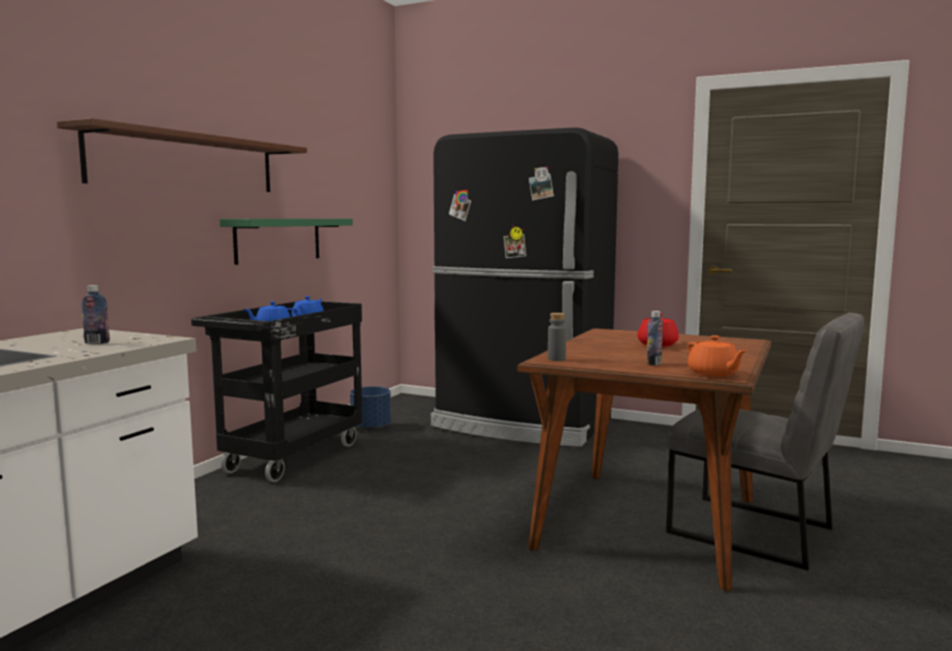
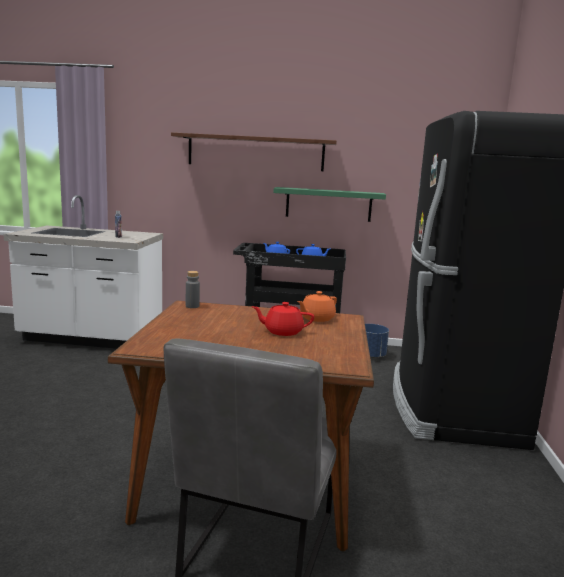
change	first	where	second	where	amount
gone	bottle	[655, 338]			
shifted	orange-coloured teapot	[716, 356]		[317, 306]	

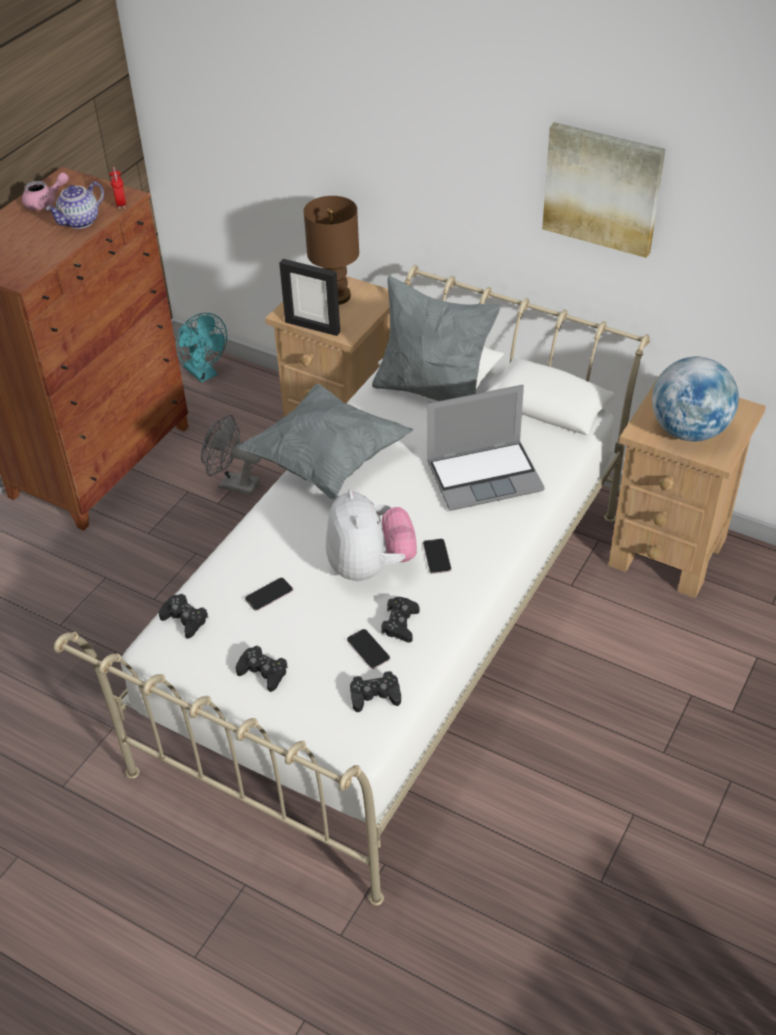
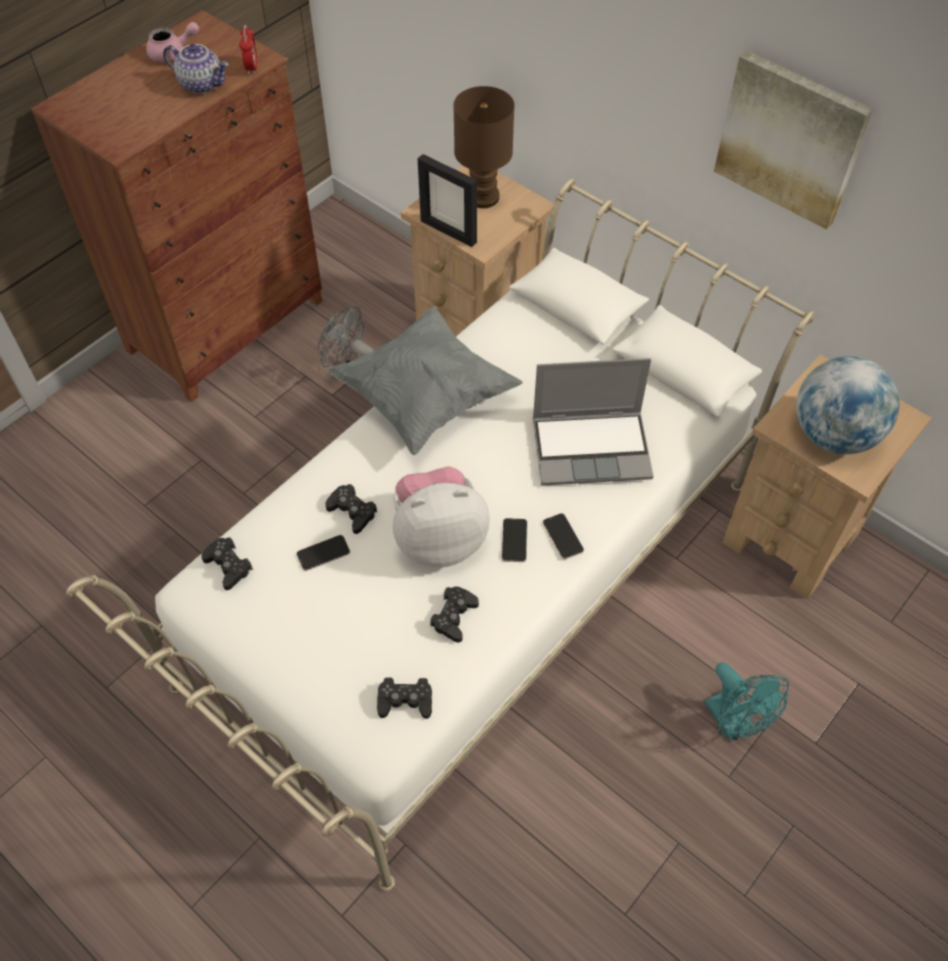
change	first	where	second	where	amount
rotated	teapot	[75, 205]		[196, 69]	120 degrees counterclockwise
gone	grey pillow	[436, 338]			
shifted	blue-green cooling fan	[201, 348]		[747, 702]	
rotated	plush toy	[371, 535]		[441, 517]	105 degrees counterclockwise
shifted	phone	[368, 649]		[563, 536]	
shifted	blackish joypad	[262, 669]		[351, 509]	

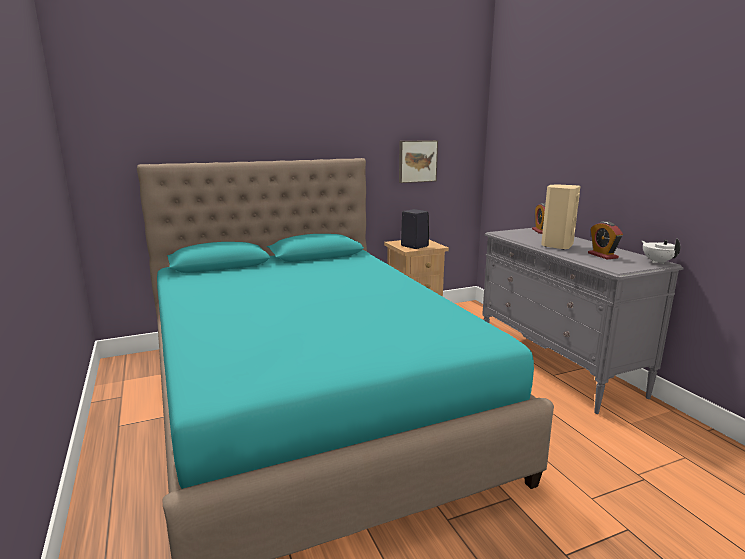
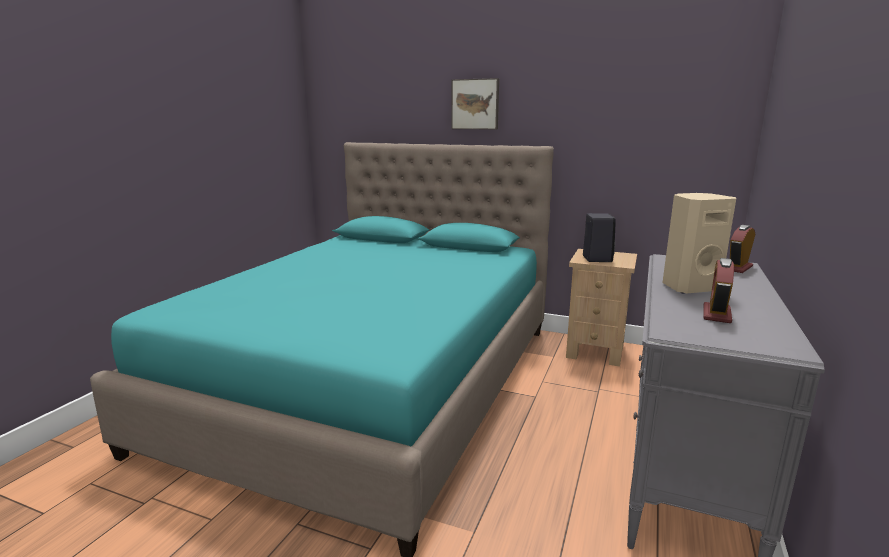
change	first	where	second	where	amount
shifted	picture	[418, 161]		[475, 104]	
gone	white-coloured teapot	[661, 251]			

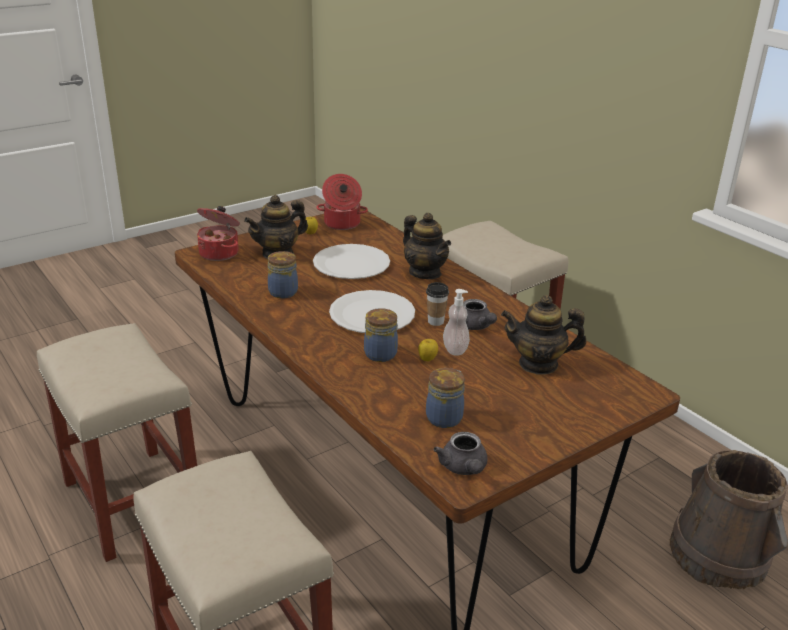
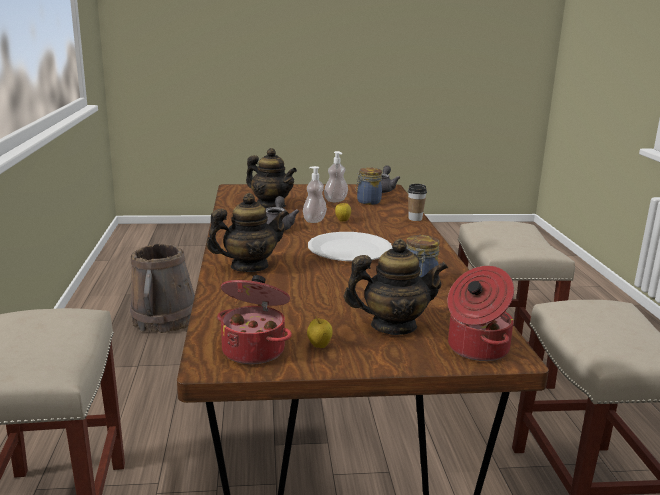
change	first	where	second	where	amount
rotated	teapot	[427, 246]		[247, 232]	75 degrees clockwise
gone	white-coloured plate	[351, 261]			
shifted	drinking cup	[437, 304]		[417, 202]	
gone	storage jar	[381, 335]			
new			soap dispenser	[336, 176]	

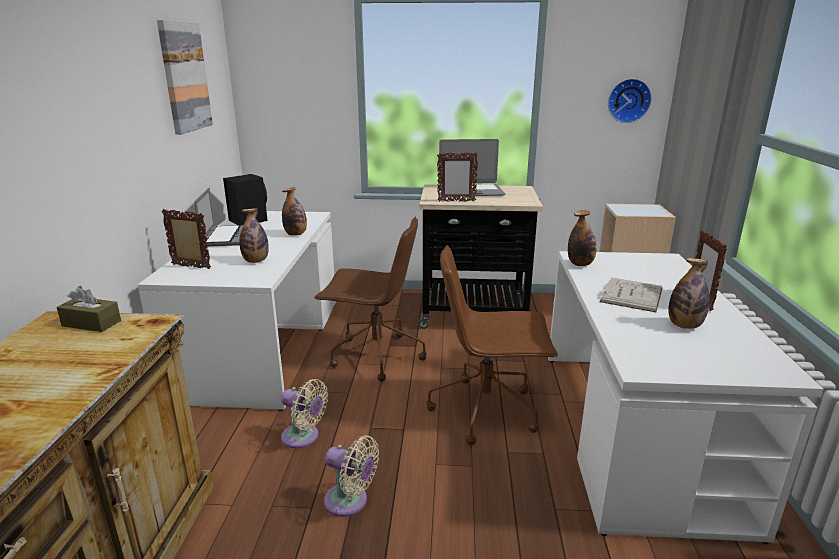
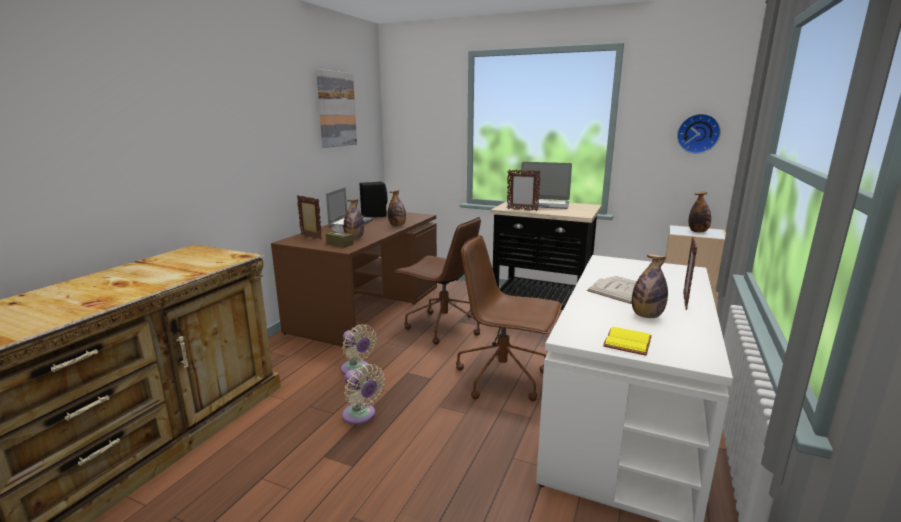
change	first	where	second	where	amount
shifted	bottle	[582, 238]		[699, 212]	
repainted	white-coloured desk unit	[237, 311]	brown-coloured desk unit	[354, 279]	
shifted	brown-coloured box of tissues	[89, 309]		[340, 236]	
new			yellowish bound book	[627, 341]	

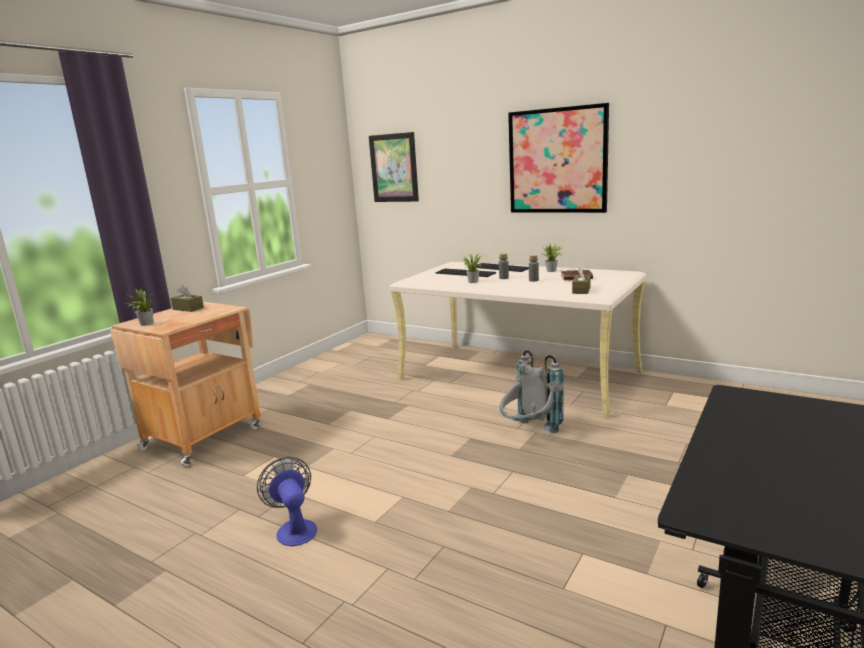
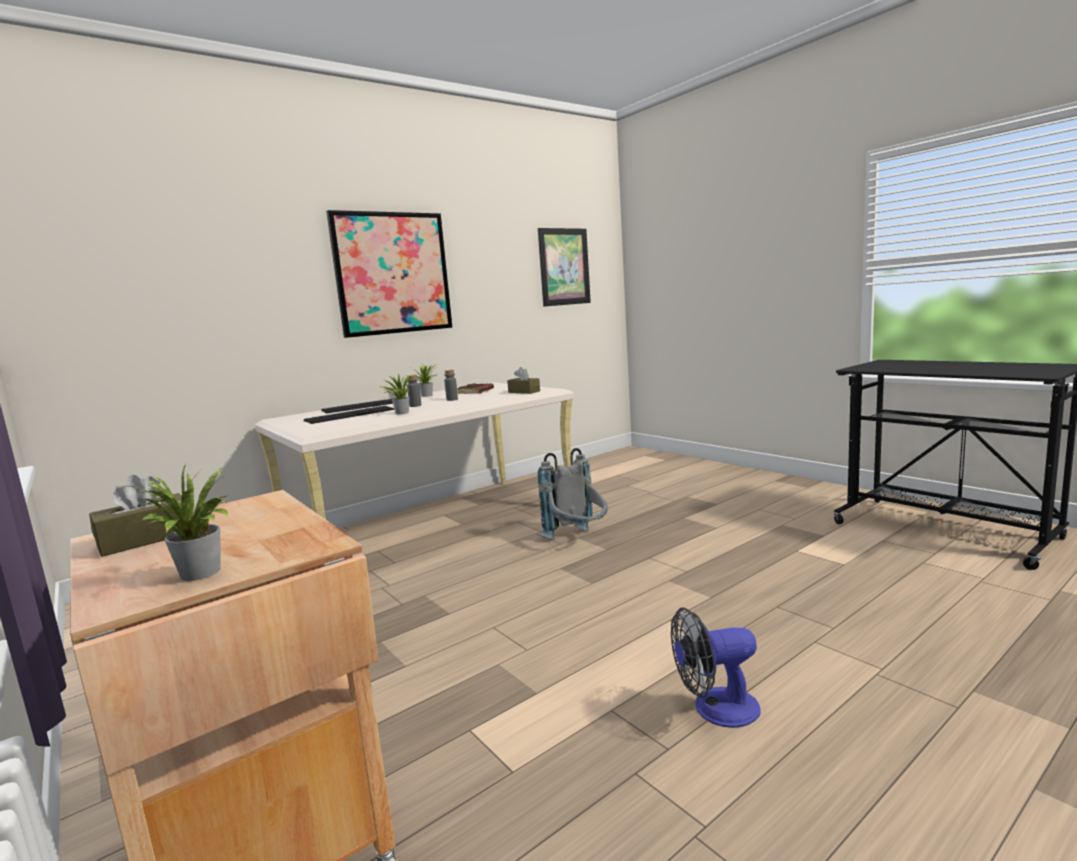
change	first	where	second	where	amount
shifted	picture	[394, 167]		[564, 267]	

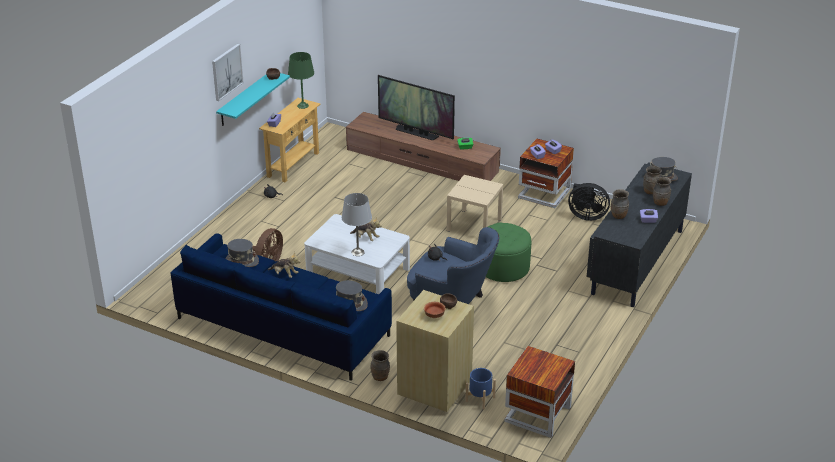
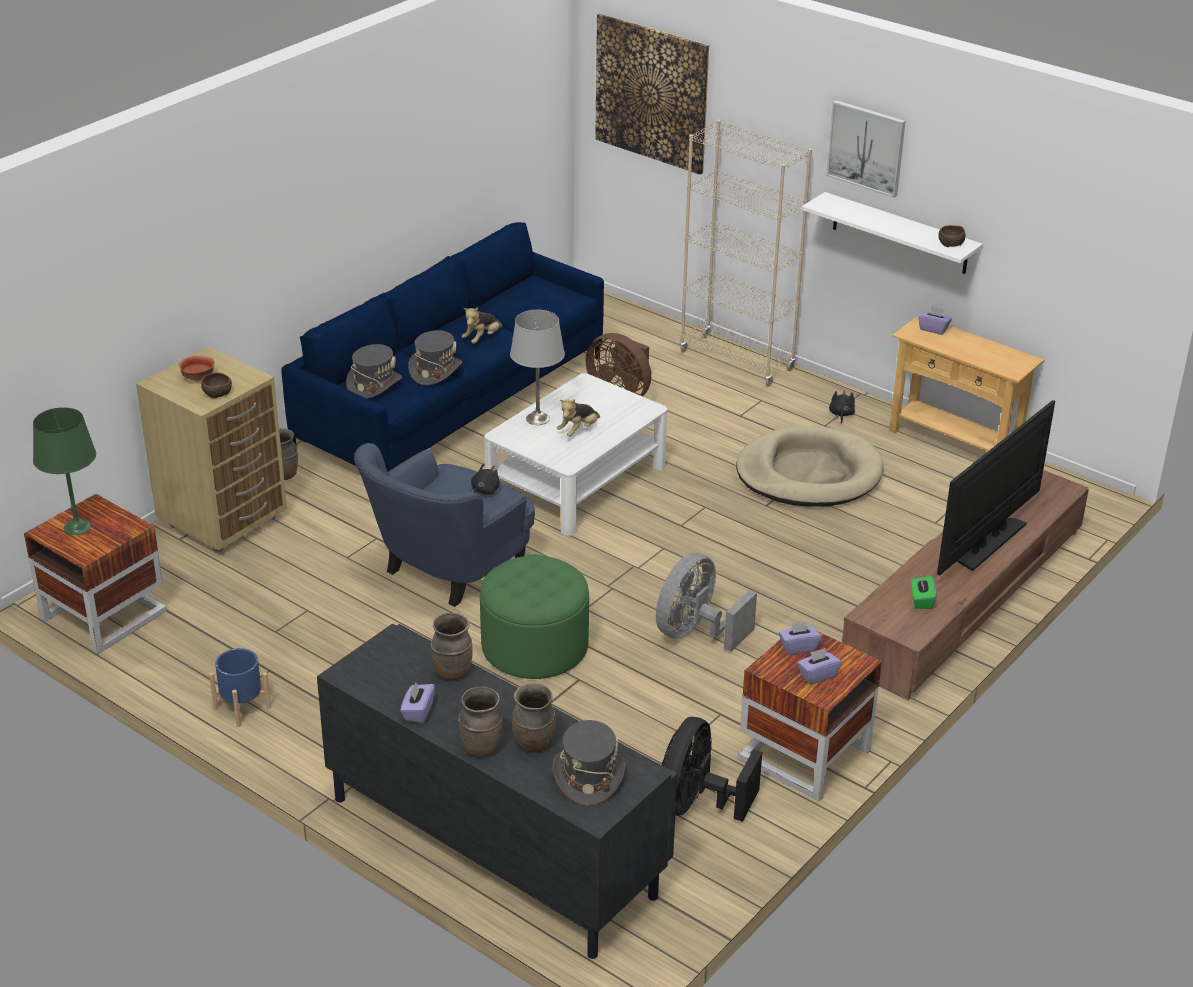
change	first	where	second	where	amount
shifted	greenish table lamp	[301, 80]		[64, 471]	
repainted	blue-green shelf	[253, 99]	white-coloured shelf	[892, 233]	
swapped	sand-coloured end table	[475, 203]	grey cooling fan	[706, 602]	
shifted	grey clothing hat	[242, 253]		[435, 357]	
shifted	blue plant pot	[480, 389]		[240, 687]	
new			picture	[652, 94]	
new			sand-coloured bookshelf	[746, 253]	
new			sand-coloured pet bed	[810, 466]	

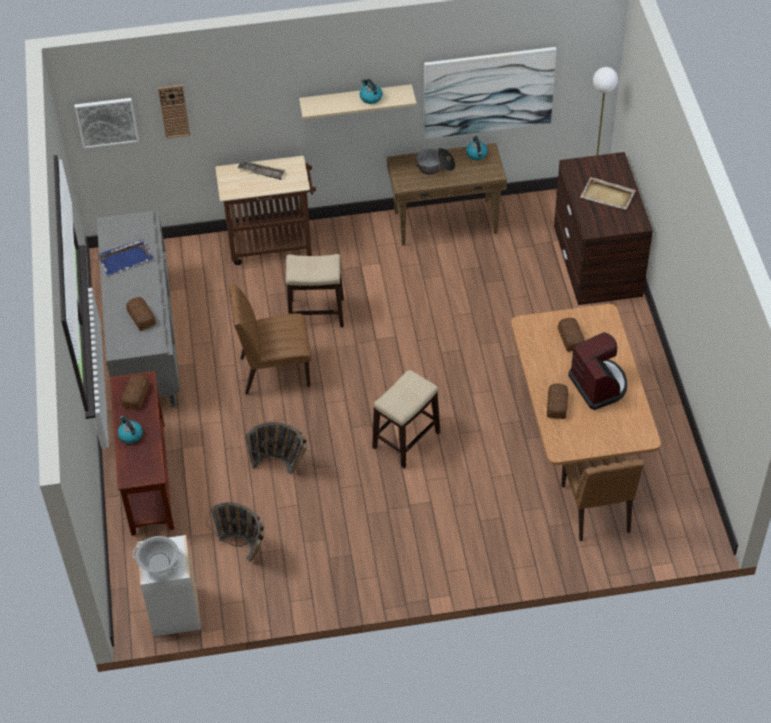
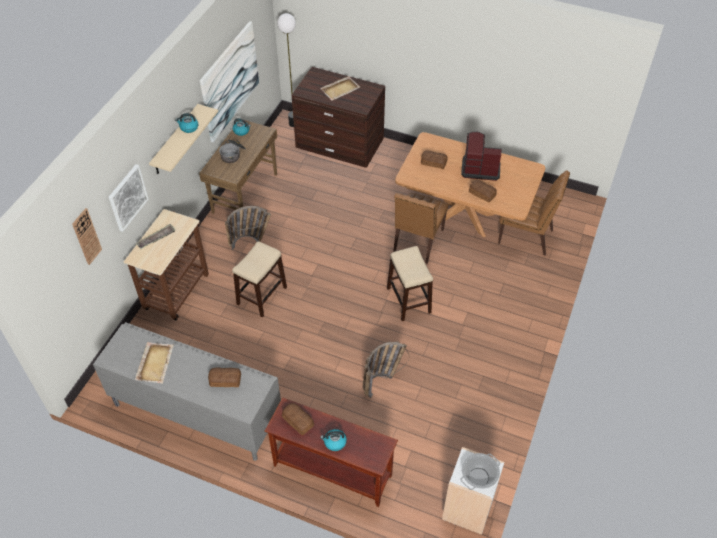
change	first	where	second	where	amount
shifted	picture	[106, 123]		[128, 198]	
repainted	blue carrying tray	[126, 257]	sand-coloured carrying tray	[154, 363]	
shifted	brown-coloured plain chair	[270, 339]		[421, 228]	
shifted	storage basket	[235, 532]		[248, 228]	

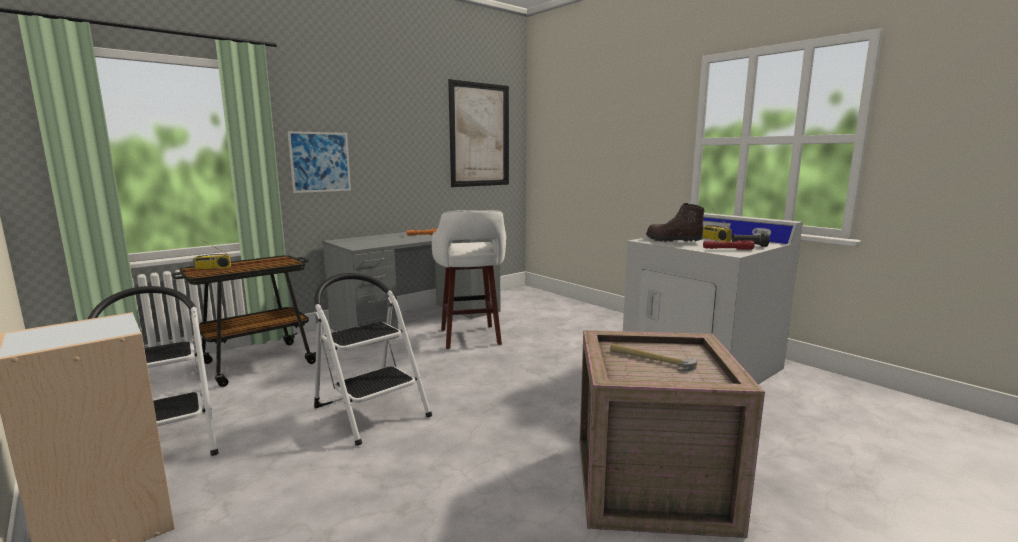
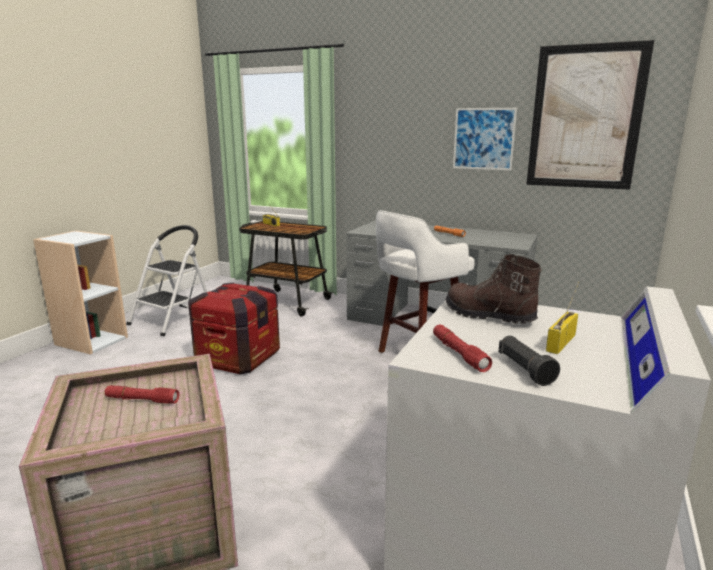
change	first	where	second	where	amount
shifted	picture	[319, 162]		[485, 139]	
rotated	brown-coloured high-top boot	[675, 222]		[494, 289]	60 degrees counterclockwise
swapped	step ladder	[373, 359]	packing crate	[234, 328]	
swapped	tool hammer	[654, 357]	reddish flashlight	[142, 394]	

